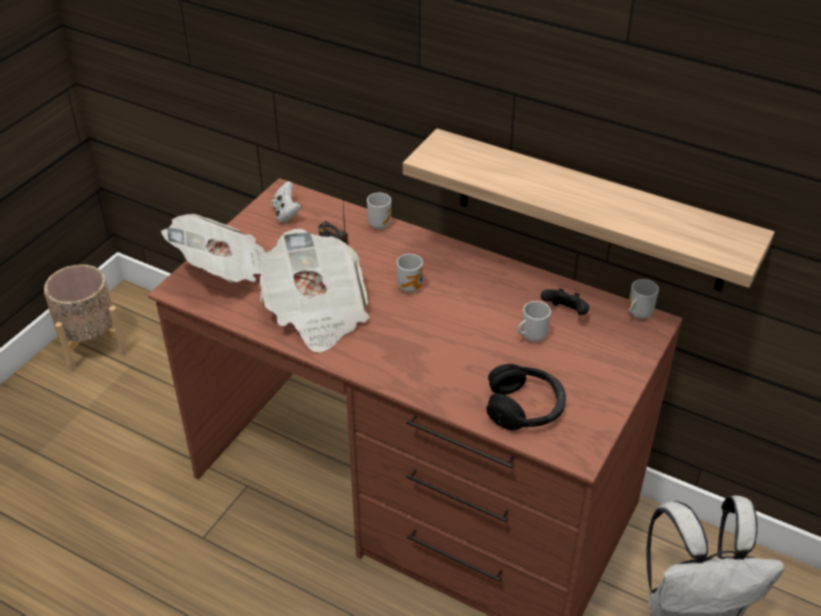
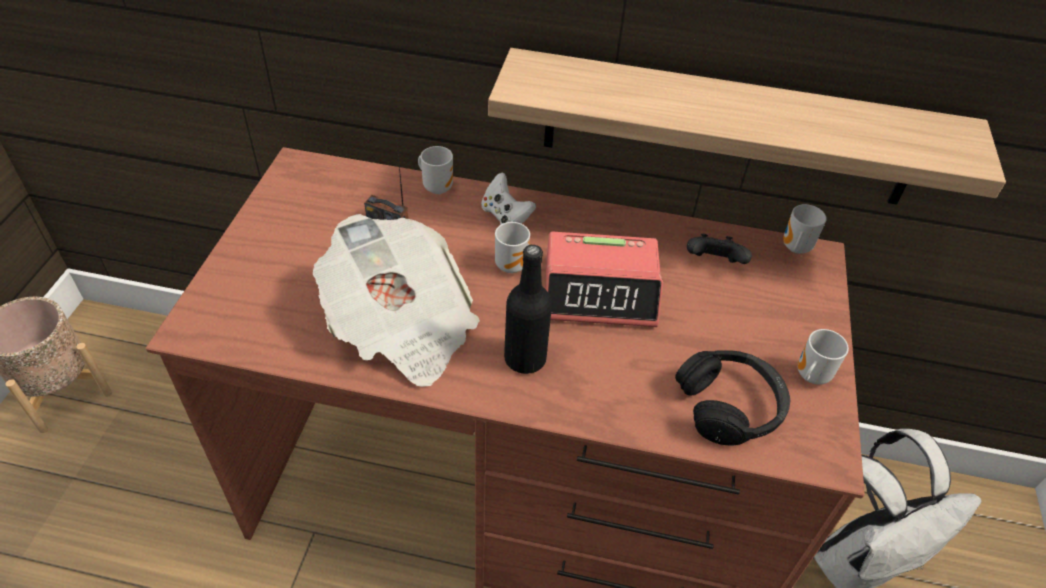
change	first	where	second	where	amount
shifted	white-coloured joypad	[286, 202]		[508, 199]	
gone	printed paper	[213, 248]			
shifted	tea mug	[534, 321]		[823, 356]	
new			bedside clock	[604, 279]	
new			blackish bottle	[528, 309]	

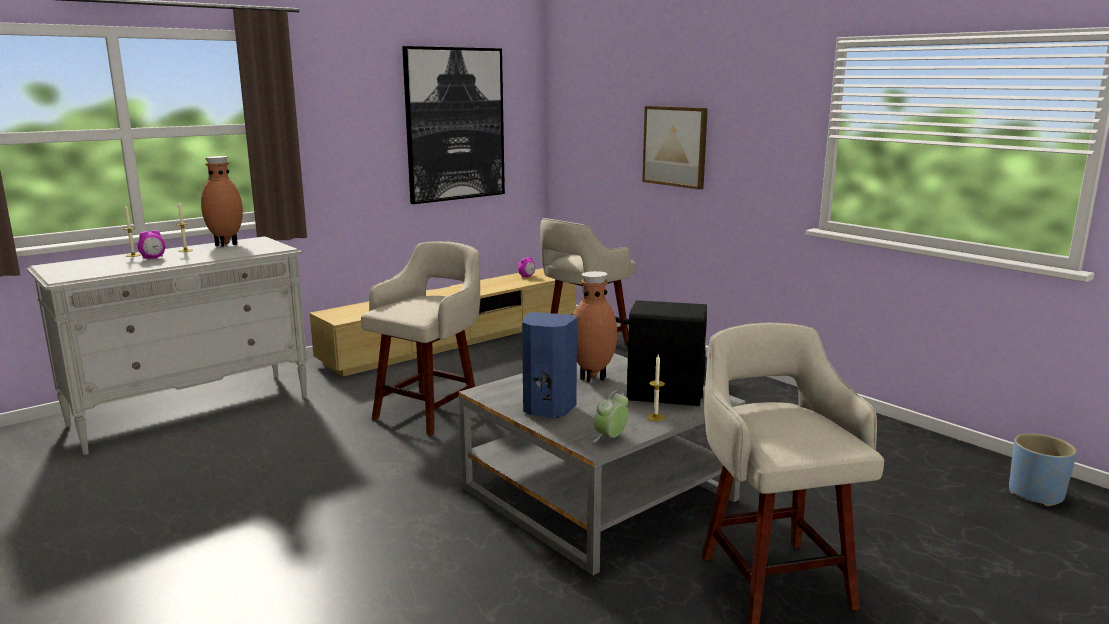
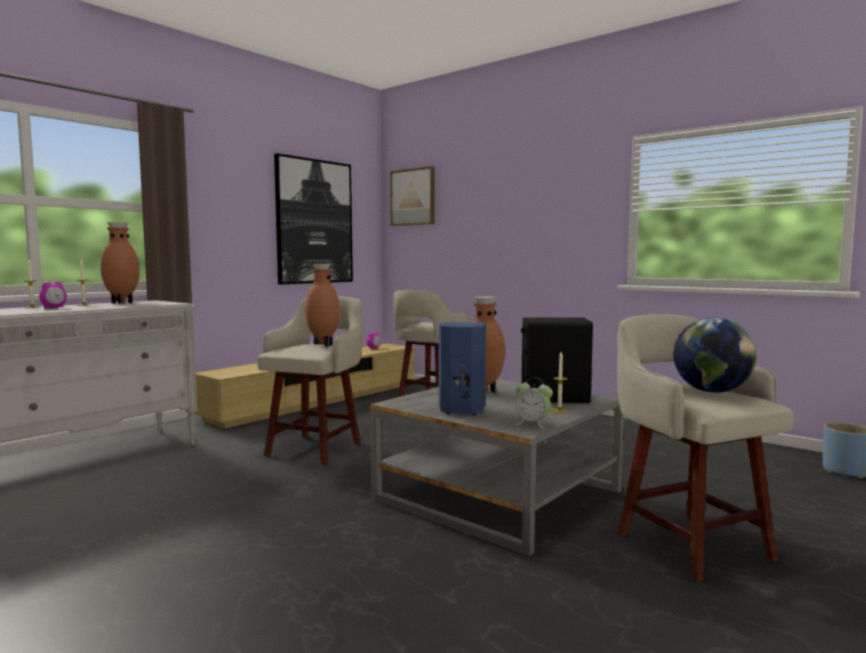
change	first	where	second	where	amount
shifted	picture	[675, 148]		[412, 196]	
rotated	bedside clock	[610, 416]		[534, 403]	90 degrees counterclockwise
new			brown-coloured vase	[322, 305]	
new			world globe	[715, 355]	

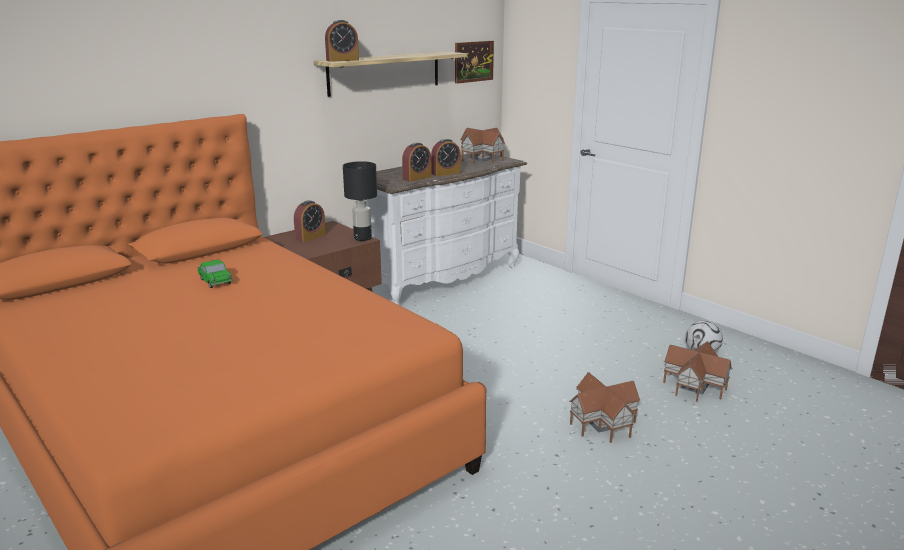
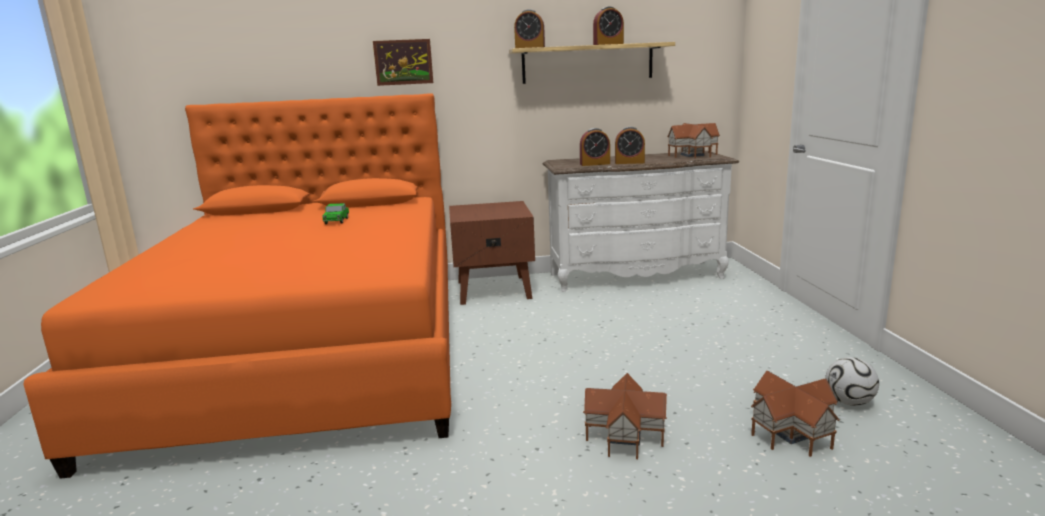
change	first	where	second	where	amount
shifted	picture	[474, 62]		[403, 62]	
gone	blackish table lamp	[360, 201]			
shifted	bedside clock	[310, 221]		[608, 25]	

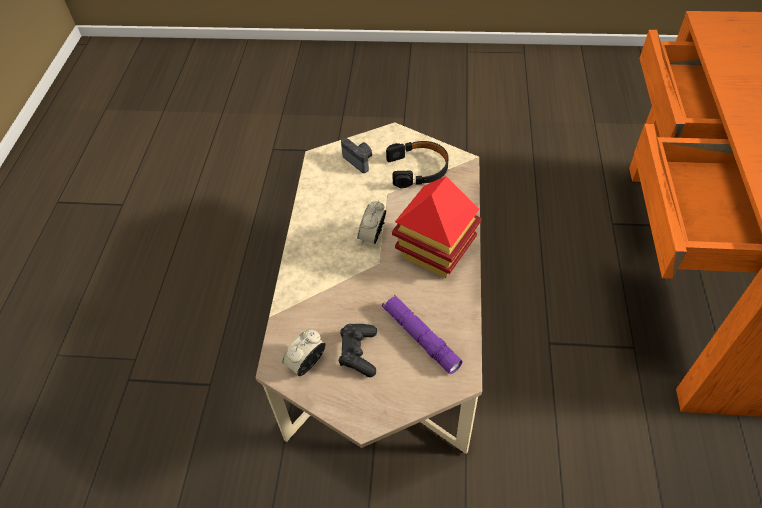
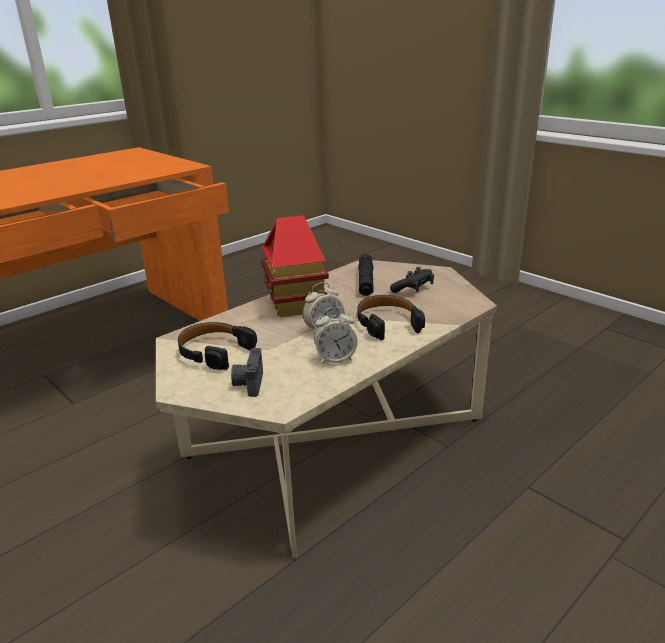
change	first	where	second	where	amount
repainted	purplish flashlight	[422, 334]	blackish flashlight	[366, 275]	
shifted	bedside clock	[304, 353]		[336, 335]	
new			blackish pair of headphones	[391, 317]	

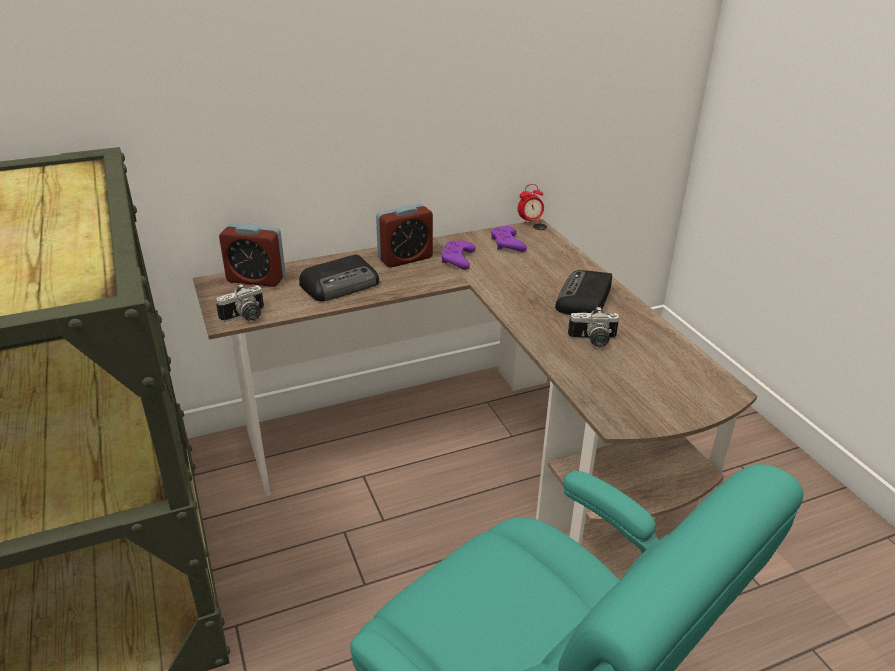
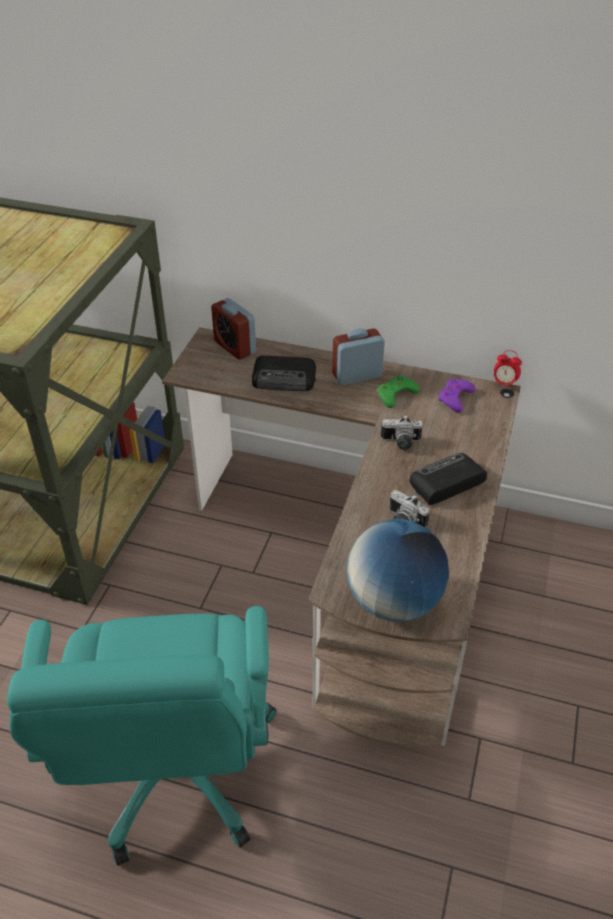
change	first	where	second	where	amount
rotated	bedside clock	[404, 236]		[358, 357]	150 degrees clockwise
repainted	purplish joypad	[458, 255]	greenish joypad	[398, 392]	
shifted	photo camera	[240, 303]		[401, 433]	
new			world globe	[398, 570]	

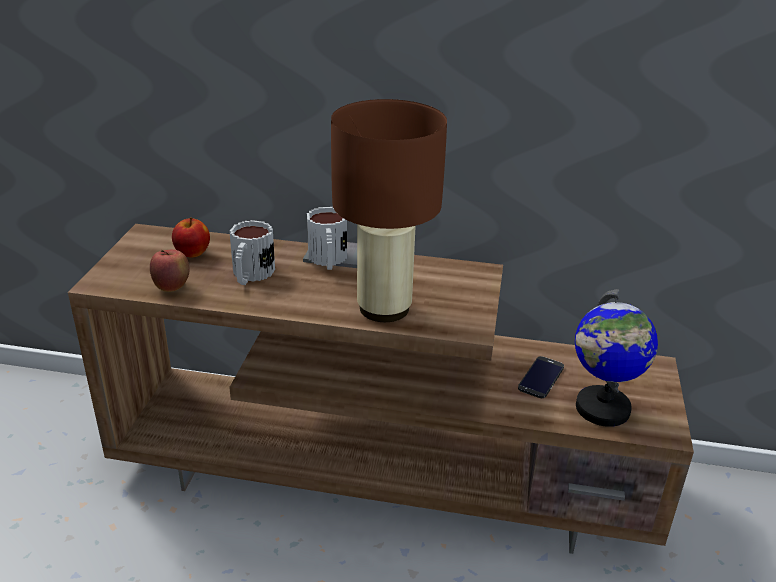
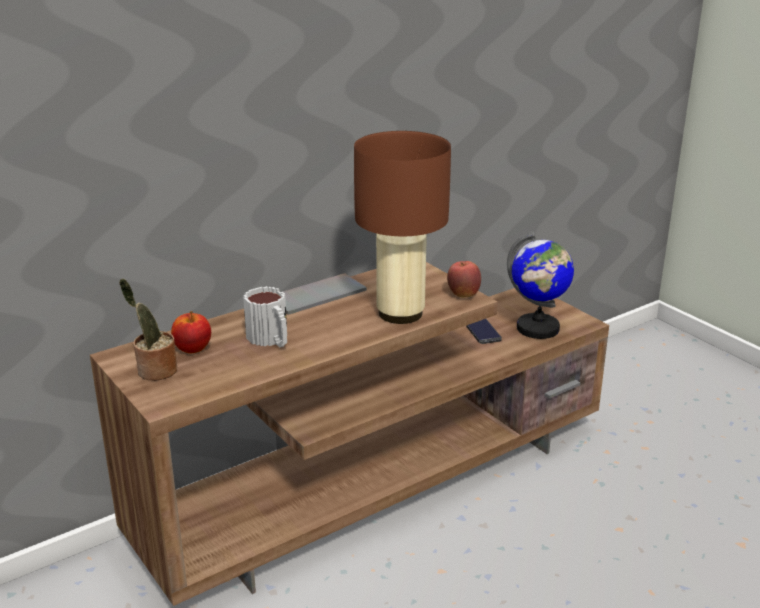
change	first	where	second	where	amount
gone	tea mug	[327, 238]			
shifted	apple	[170, 270]		[464, 279]	
new			houseplant	[148, 329]	

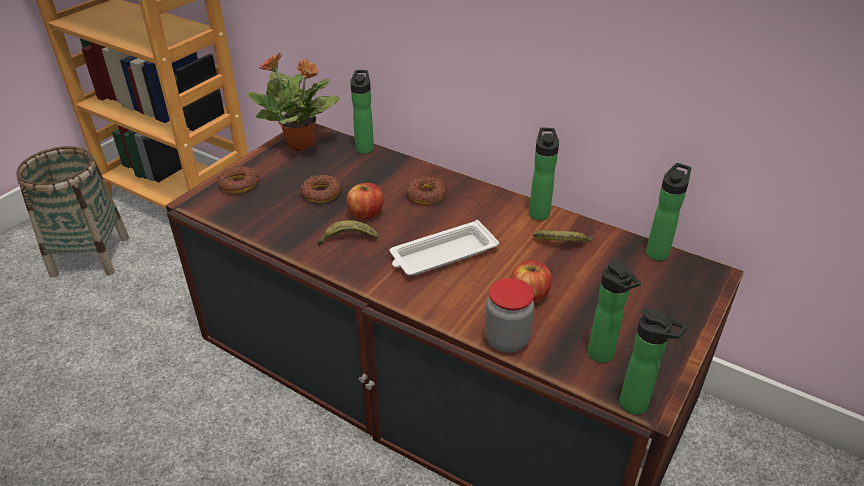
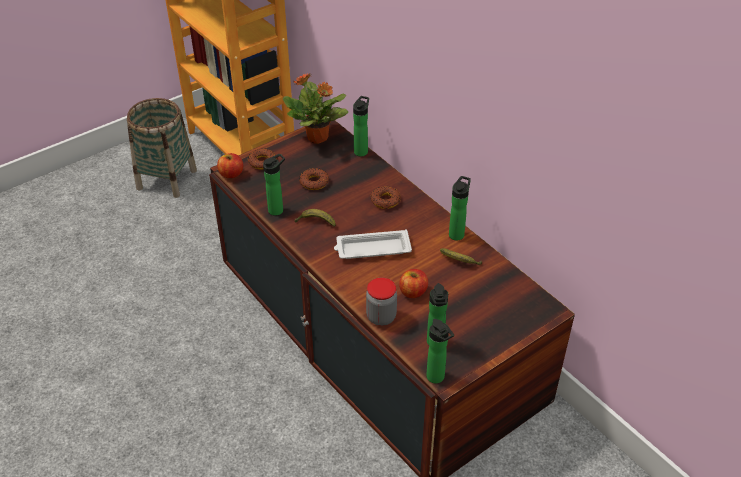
change	first	where	second	where	amount
shifted	bottle	[668, 212]		[274, 185]	
shifted	apple	[365, 201]		[230, 165]	

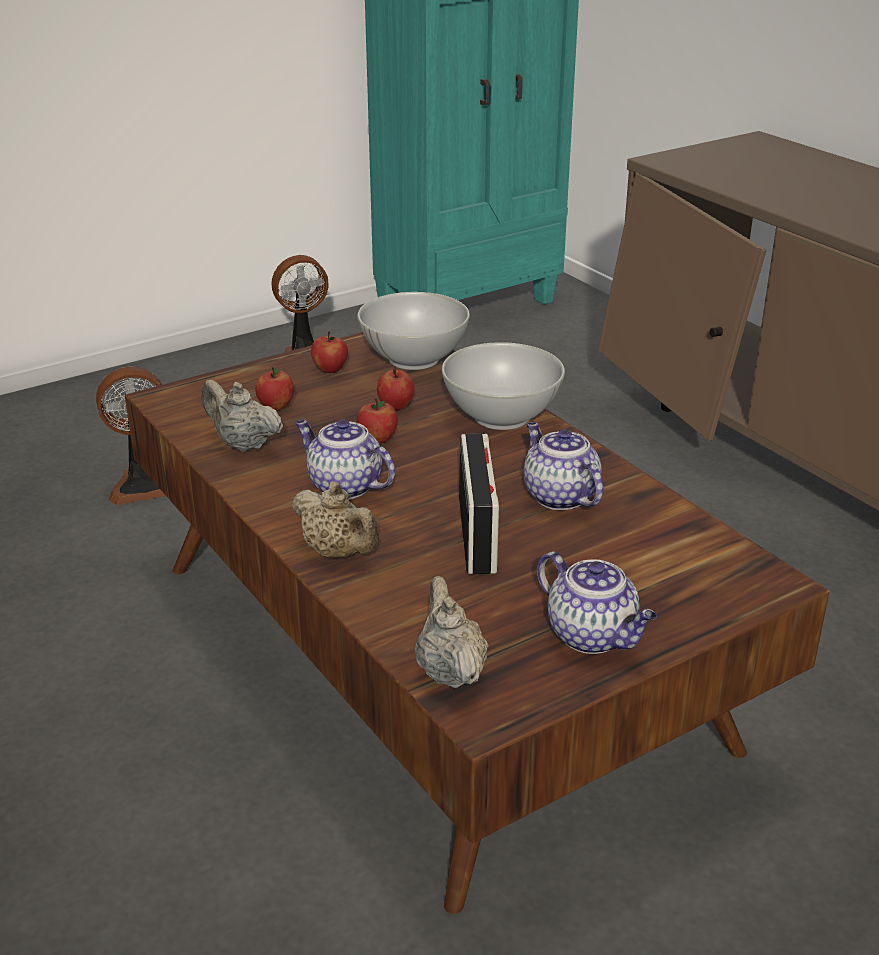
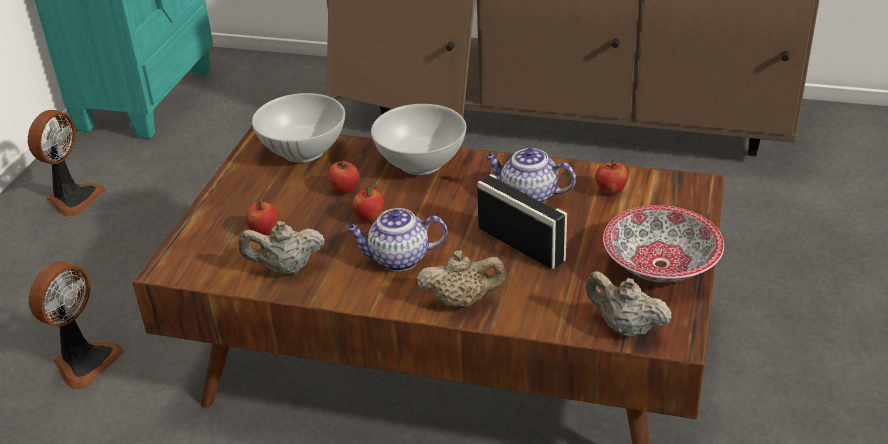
change	first	where	second	where	amount
shifted	apple	[329, 352]		[611, 177]	
swapped	teapot	[597, 602]	serving bowl	[663, 244]	

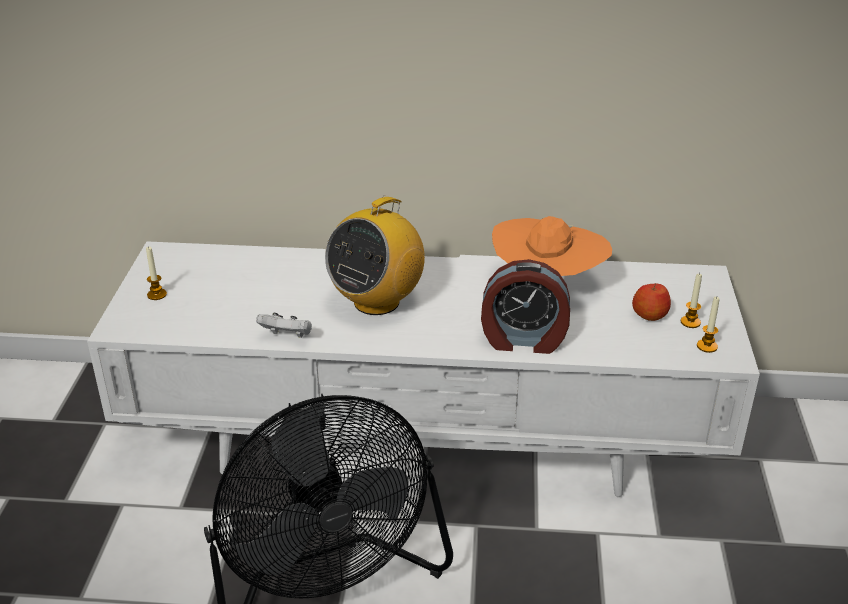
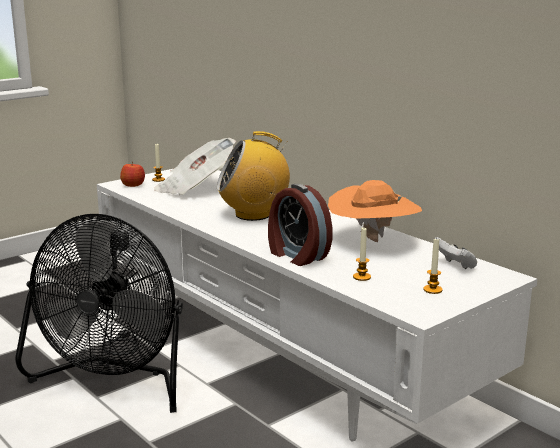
change	first	where	second	where	amount
shifted	apple	[651, 302]		[132, 174]	
shifted	wax light	[708, 325]		[362, 254]	
shifted	white-coloured joypad	[284, 325]		[455, 253]	
new			printed paper	[195, 166]	

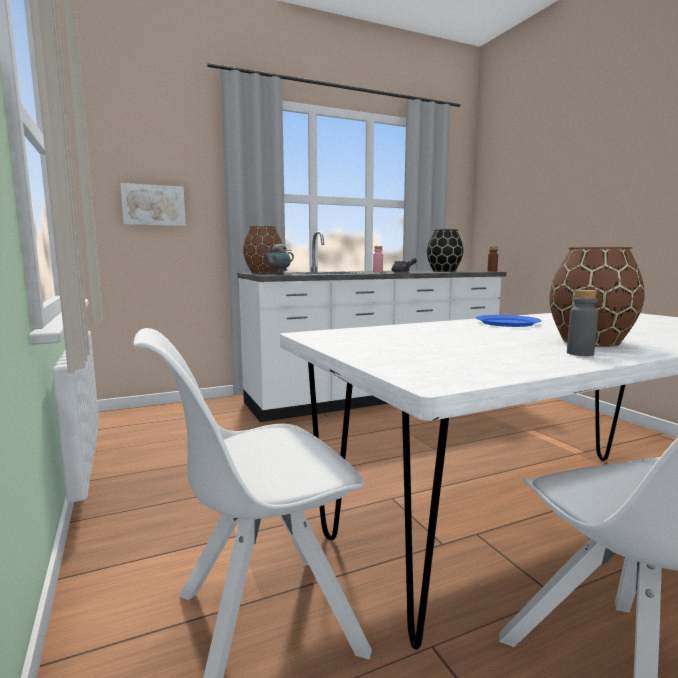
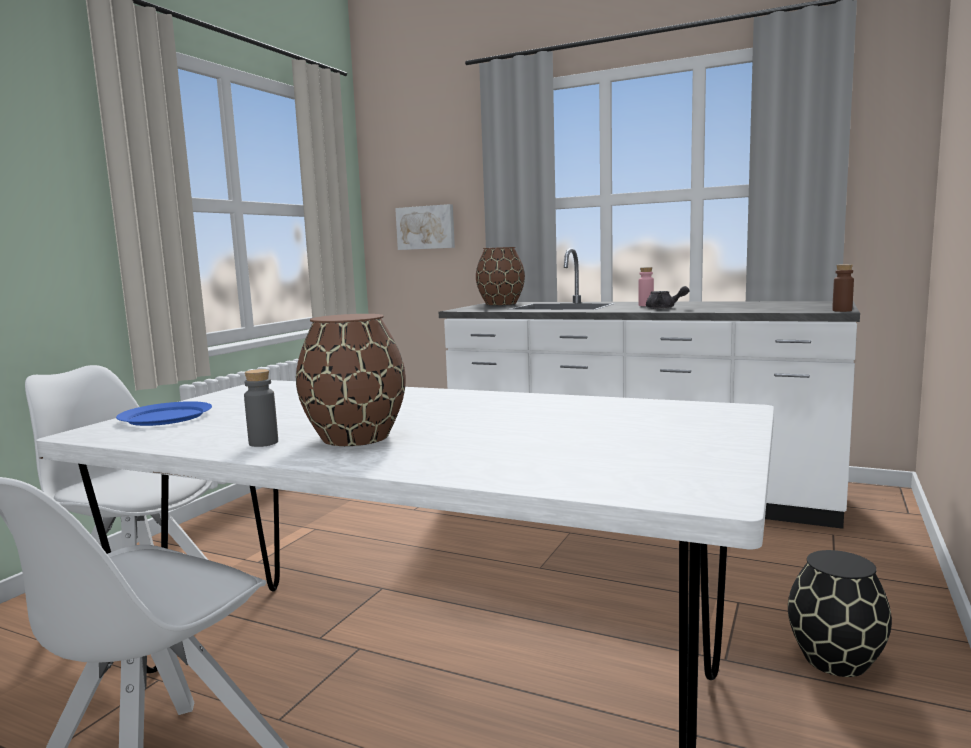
change	first	where	second	where	amount
shifted	blackish vase	[445, 250]		[840, 613]	
gone	teapot	[278, 257]			
shifted	blue plate	[509, 321]		[164, 413]	

